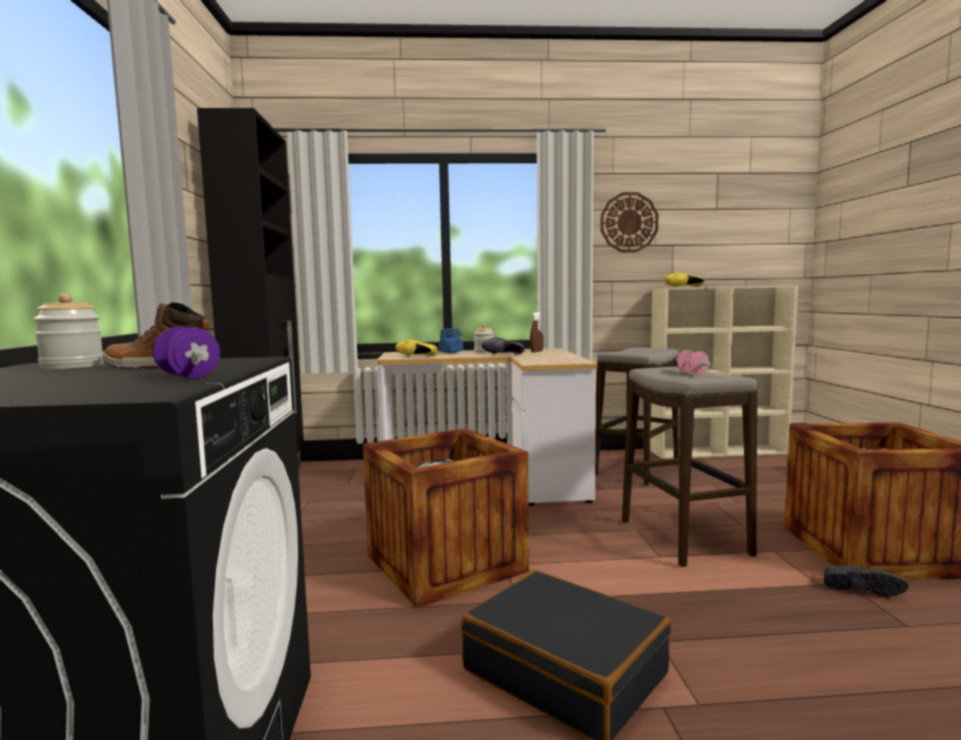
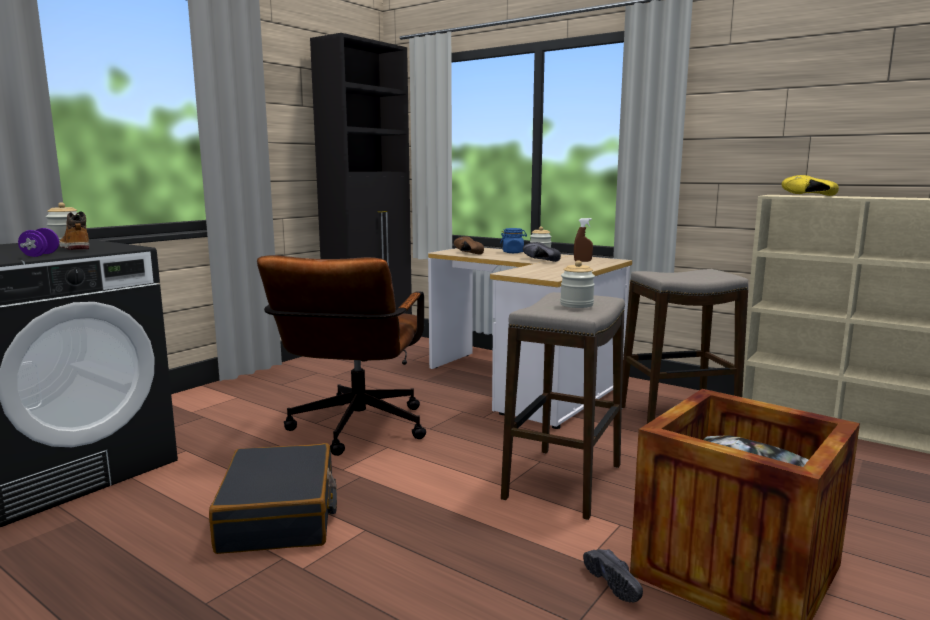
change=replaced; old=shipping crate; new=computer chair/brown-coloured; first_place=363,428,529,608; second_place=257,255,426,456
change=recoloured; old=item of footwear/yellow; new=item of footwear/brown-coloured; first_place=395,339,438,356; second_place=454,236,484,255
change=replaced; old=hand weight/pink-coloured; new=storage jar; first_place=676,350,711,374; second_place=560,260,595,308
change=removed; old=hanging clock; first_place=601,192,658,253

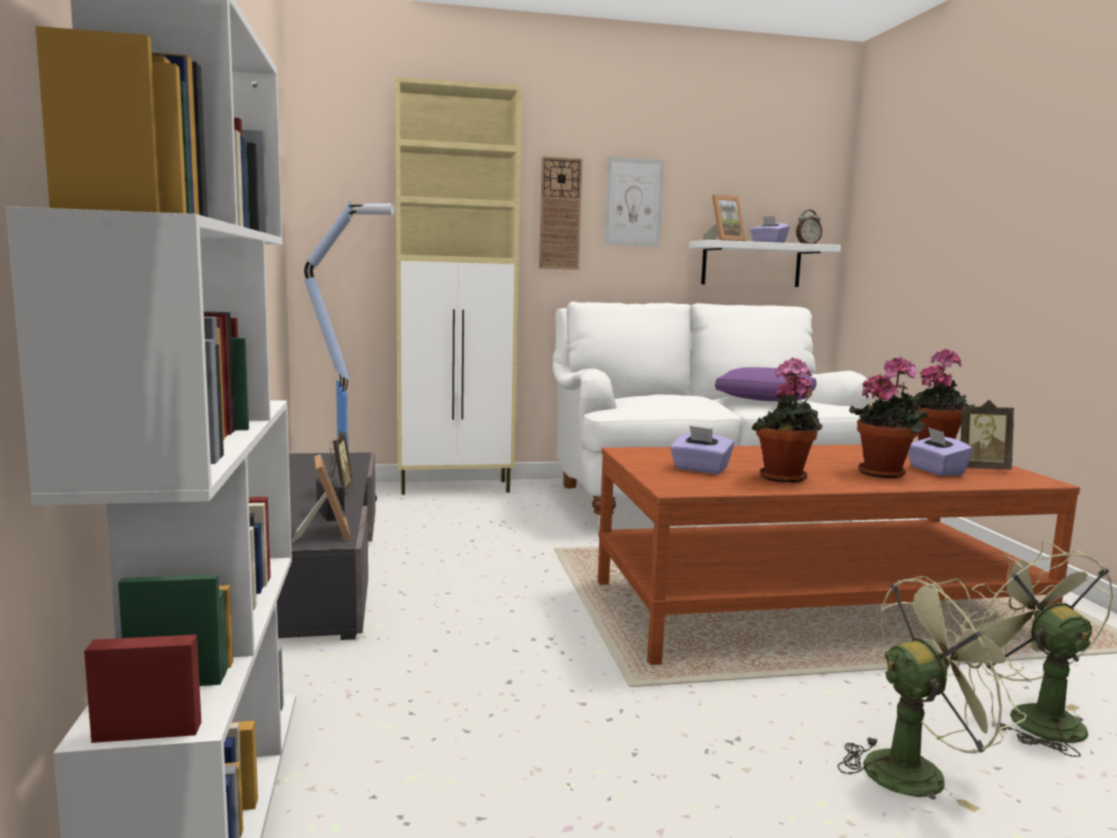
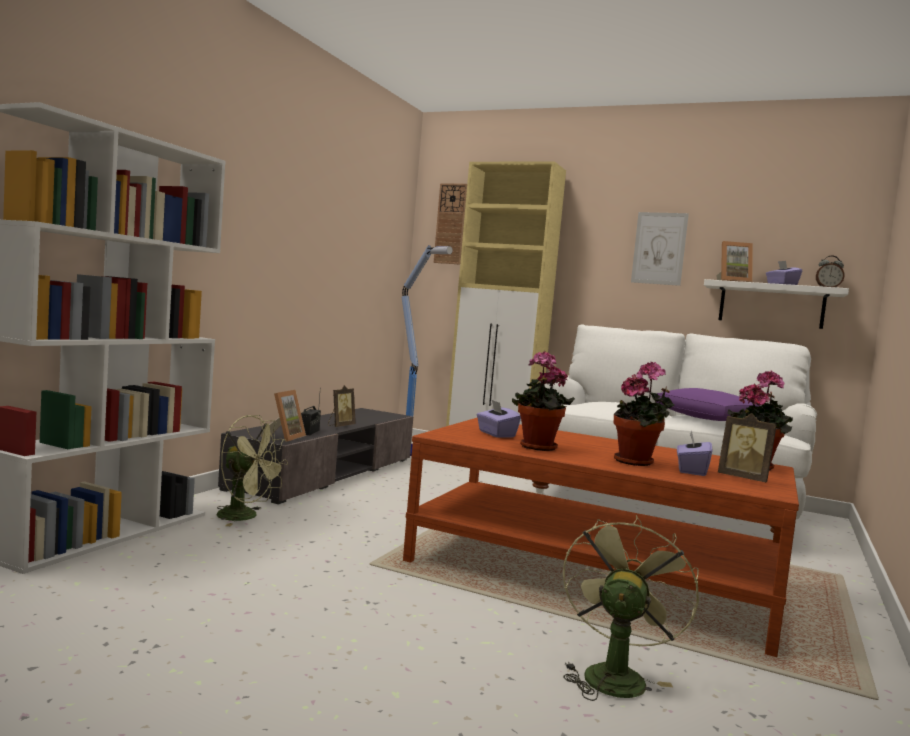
change=moved; old=cooling fan/greenish; first_place=837,576,1026,812; second_place=217,415,288,526
change=moved; old=hanging clock; first_place=539,156,583,270; second_place=434,183,467,264

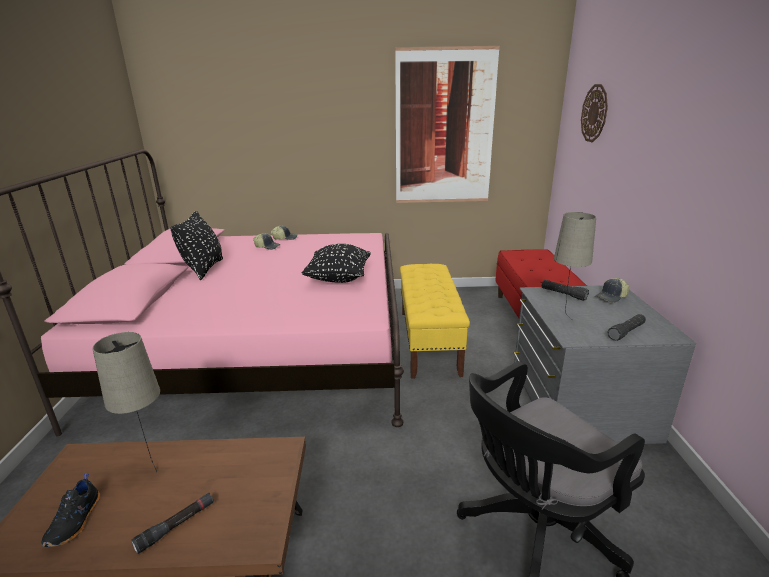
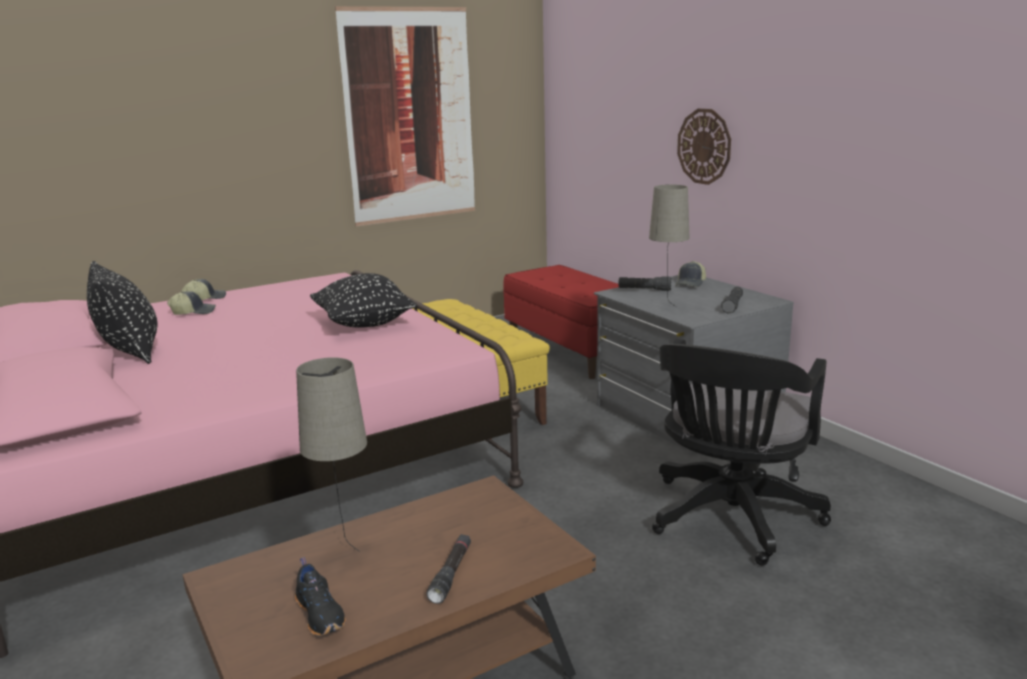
change=moved; old=hanging clock; first_place=581,84,608,142; second_place=677,109,731,185

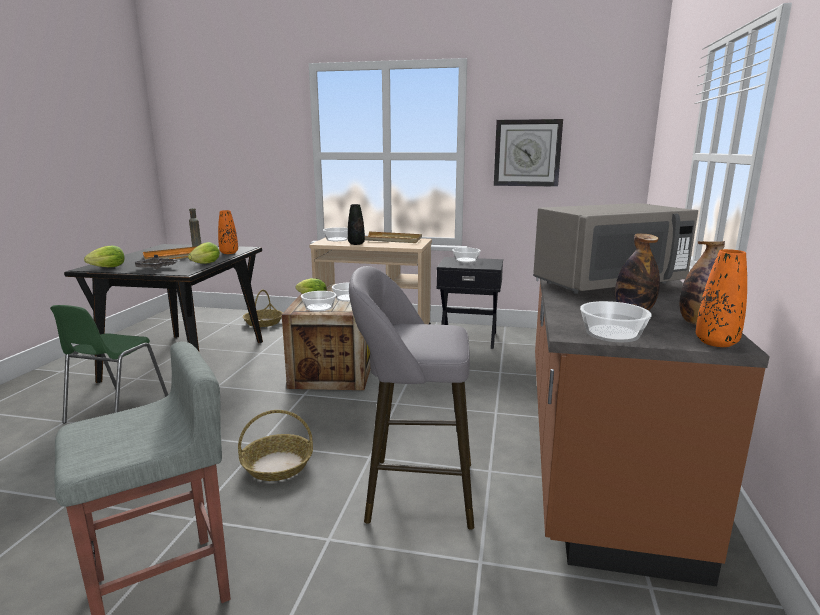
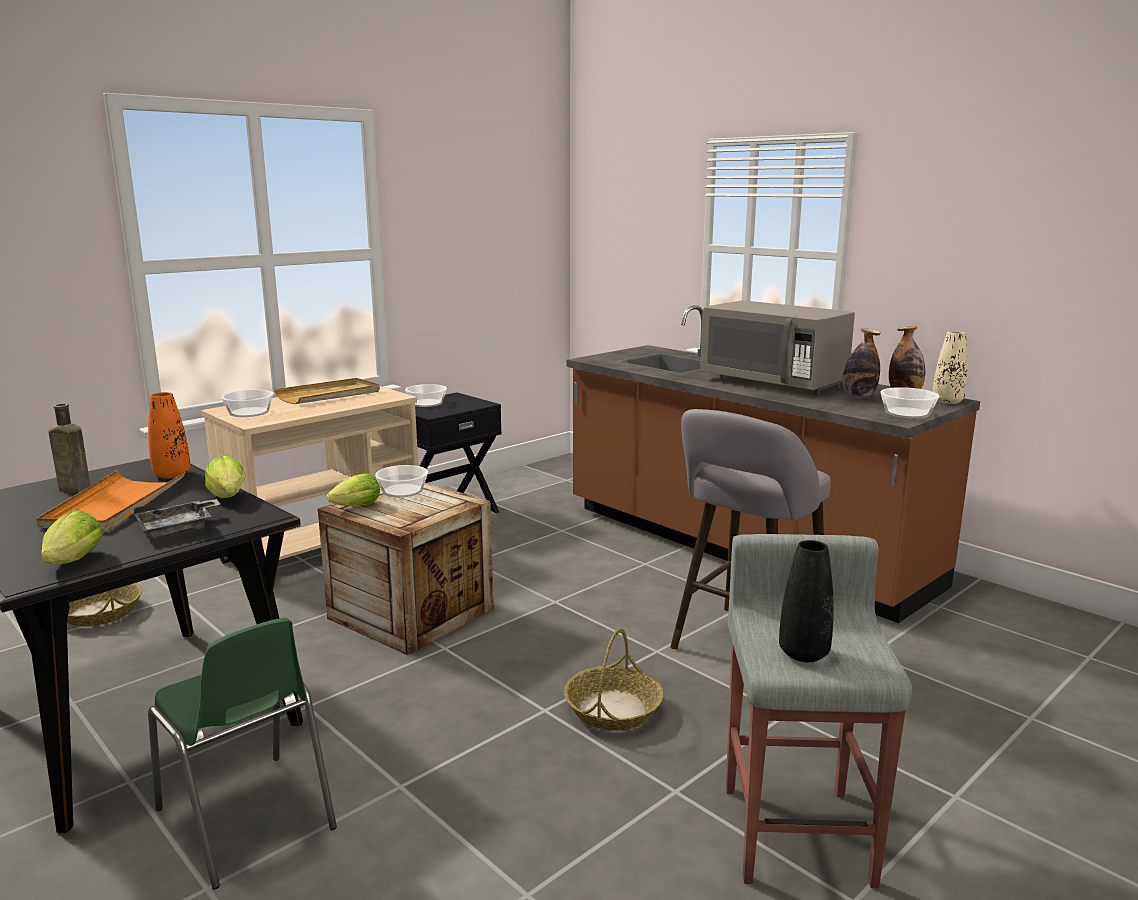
change=turned; old=kitchen microwave/grey; first_place=533,203,698,294; second_place=700,300,855,395; degrees=120
change=moved; old=vase/blackish; first_place=348,204,365,245; second_place=779,540,834,662
change=recoloured; old=vase/orange-coloured; new=vase/sand-coloured; first_place=696,249,747,347; second_place=933,331,968,404
change=removed; old=bowl; first_place=301,291,336,311
change=removed; old=hanging clock; first_place=494,119,563,187

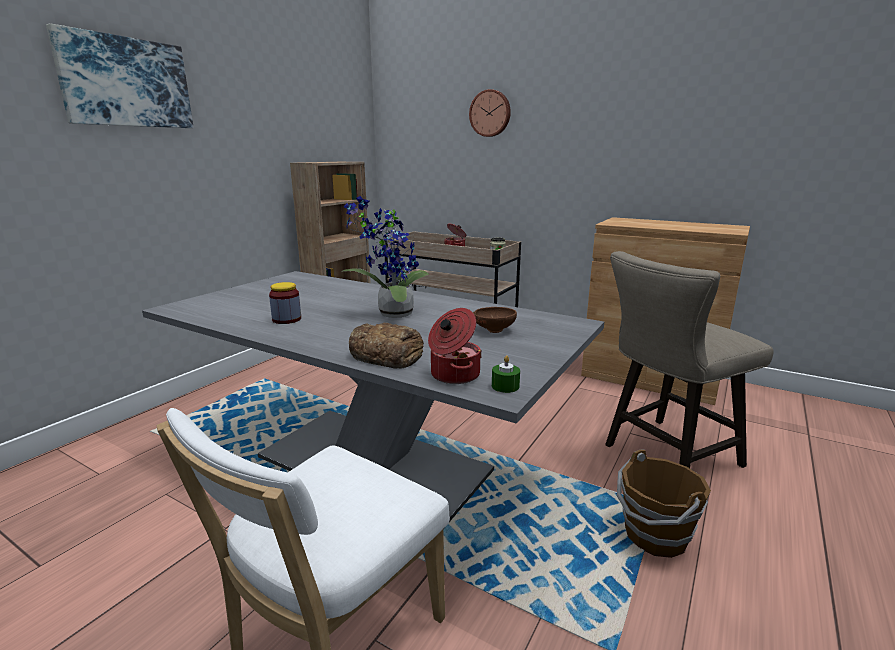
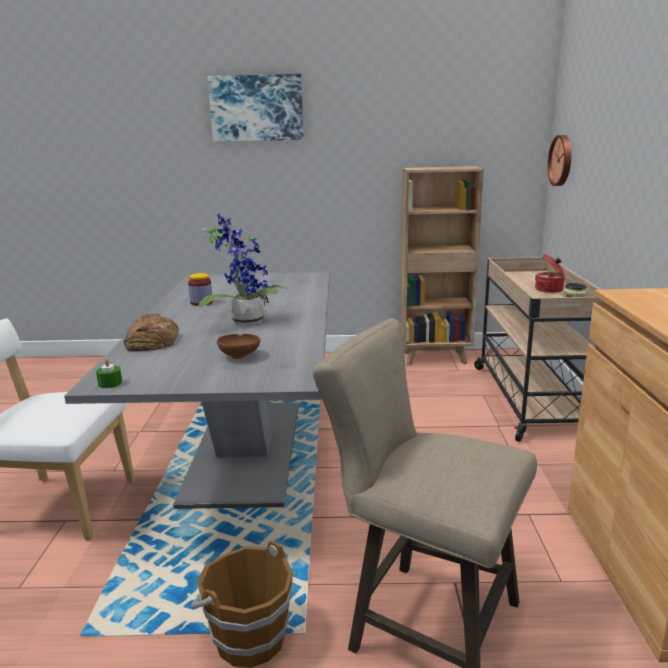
change=moved; old=hanging clock; first_place=469,89,511,137; second_place=548,135,571,186
change=removed; old=cooking pot; first_place=428,308,482,384

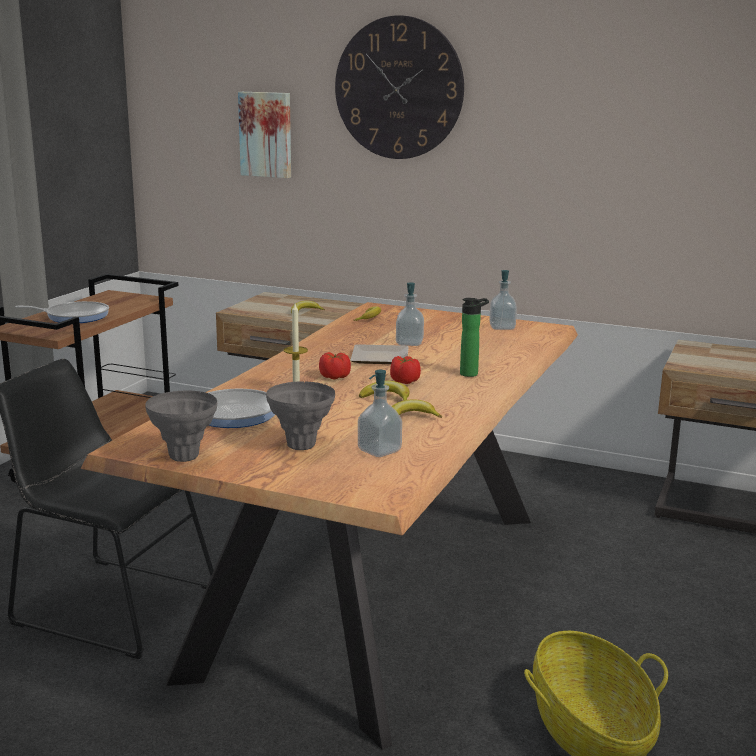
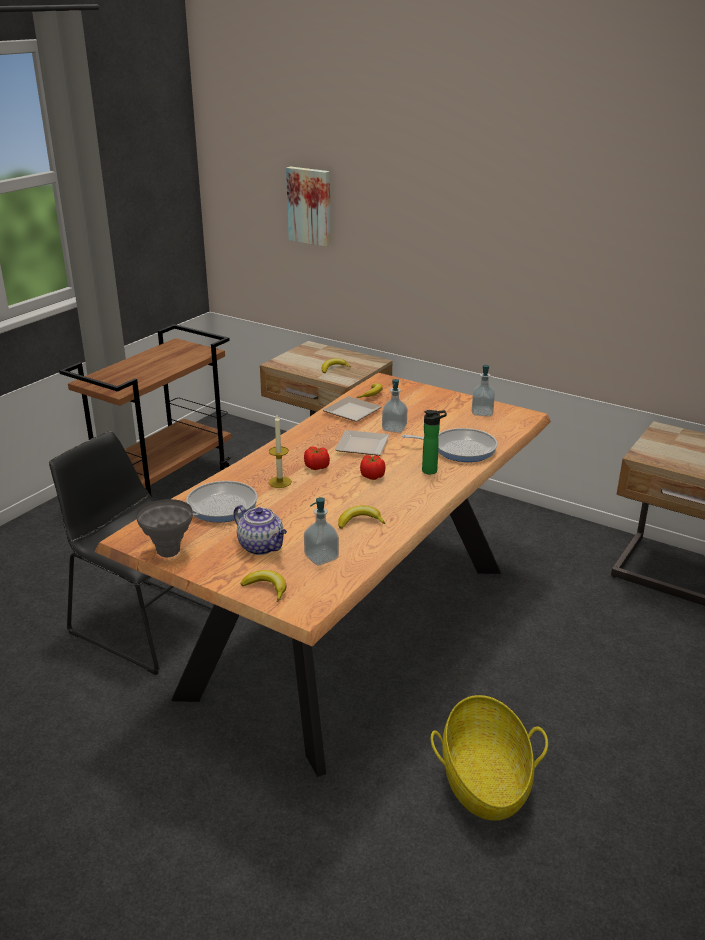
change=replaced; old=vase/grey; new=pot for tea; first_place=266,381,335,450; second_place=234,505,287,555
change=moved; old=banana; first_place=359,381,410,401; second_place=241,570,286,602
change=added; new=flat dish; second_place=323,396,382,422
change=moved; old=skillet; first_place=15,301,109,323; second_place=402,428,497,462
change=removed; old=hanging clock; first_place=335,15,464,159

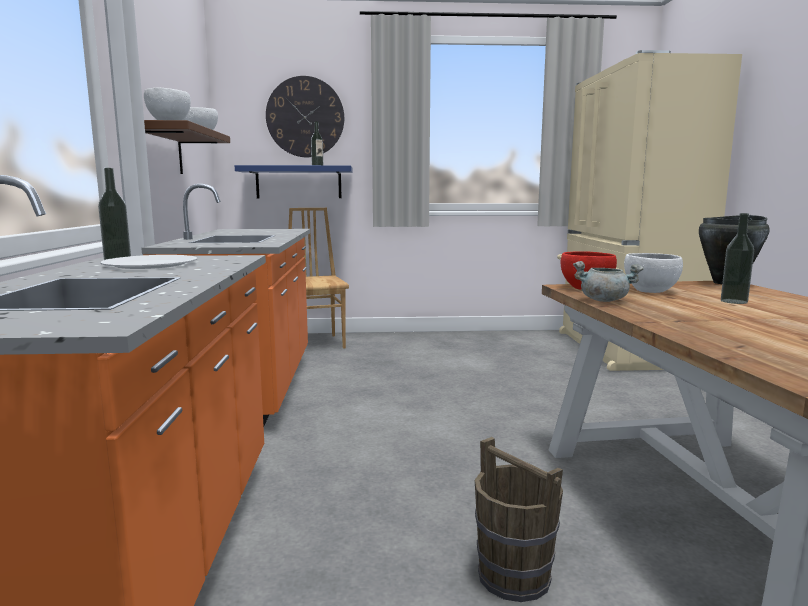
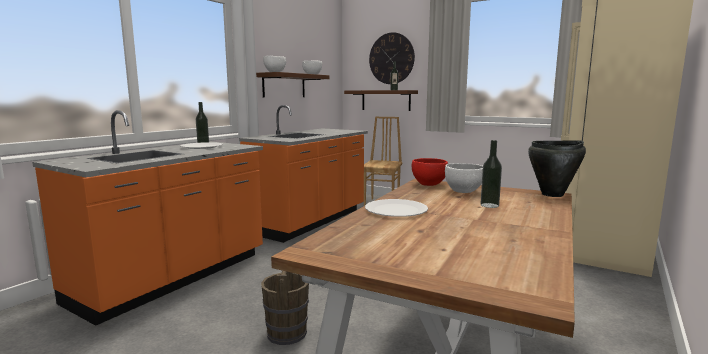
change=recoloured; old=bracket shelf/blue; new=bracket shelf/brown-coloured; first_place=235,165,352,198; second_place=344,90,418,111
change=added; new=flat dish/white-coloured; second_place=365,199,428,217
change=removed; old=cooking pot/grey; first_place=573,261,644,302

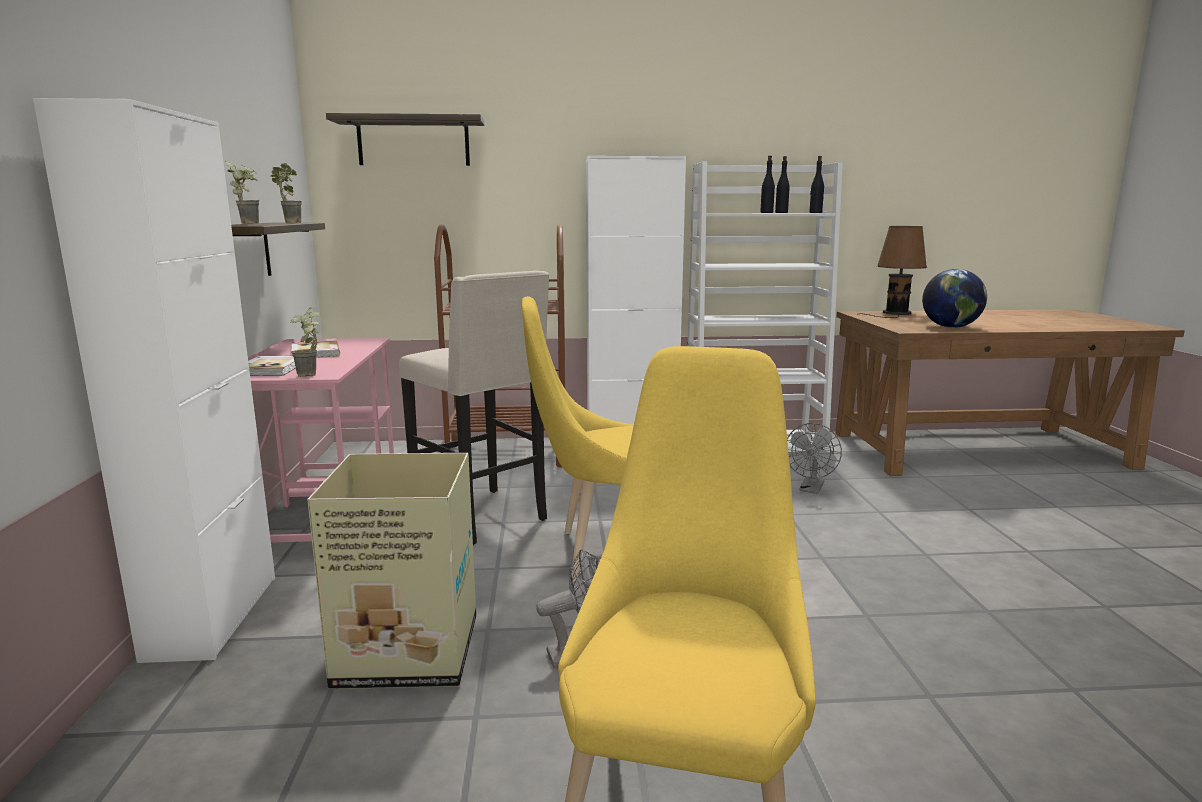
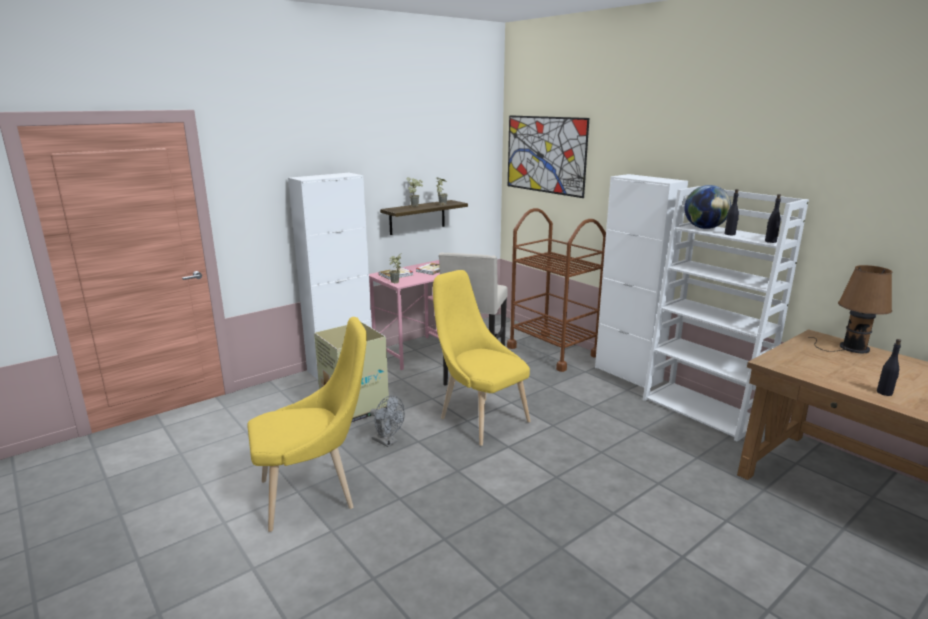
change=replaced; old=bracket shelf; new=wall art; first_place=326,113,485,166; second_place=508,115,589,198
change=moved; old=globe; first_place=922,269,987,328; second_place=684,185,731,229
change=moved; old=beverage bottle/blackish; first_place=775,156,790,213; second_place=877,339,901,396
change=removed; old=cooling fan/grey; first_place=787,423,842,494

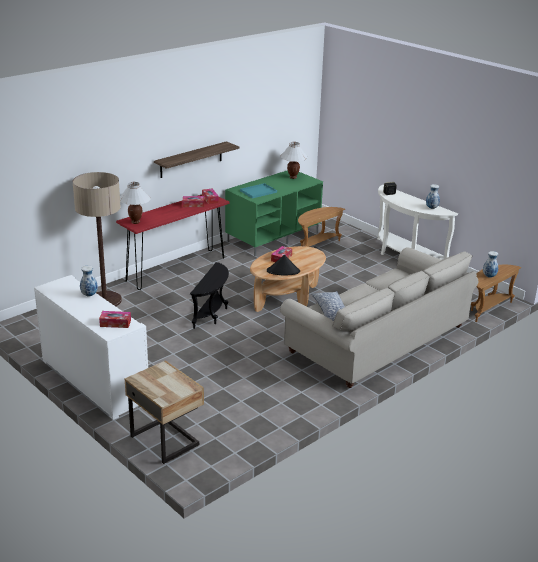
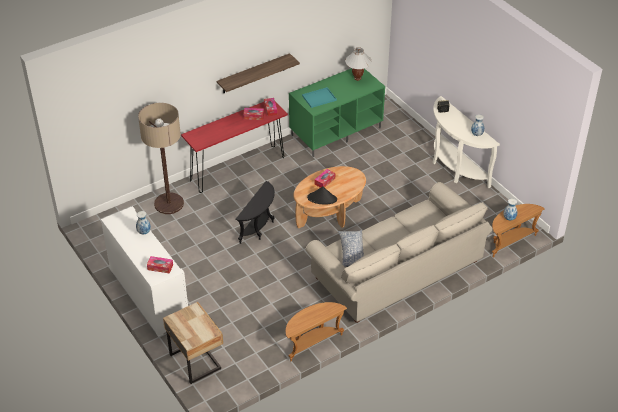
change=moved; old=end table/brown-coloured; first_place=298,207,345,247; second_place=286,302,347,361
change=removed; old=lamp for a table/white-coloured; first_place=120,182,151,224

